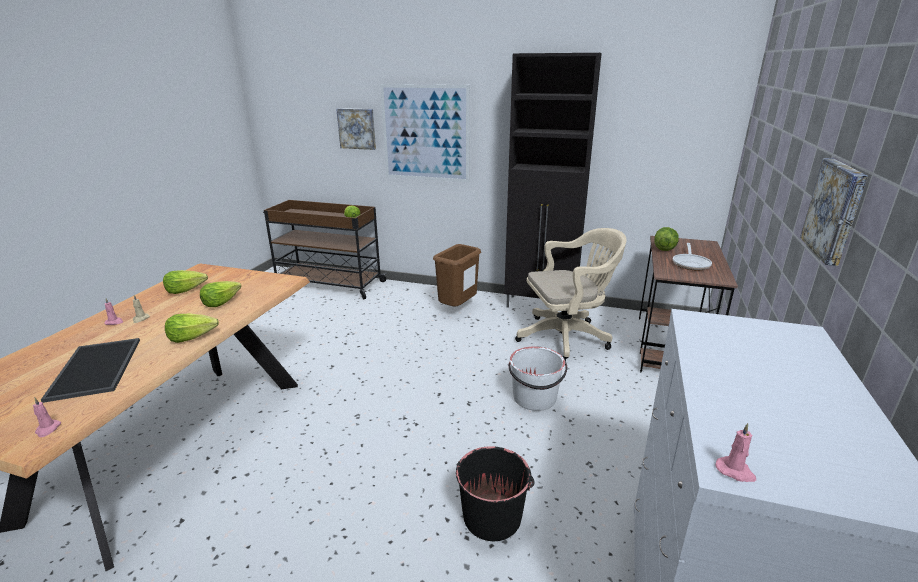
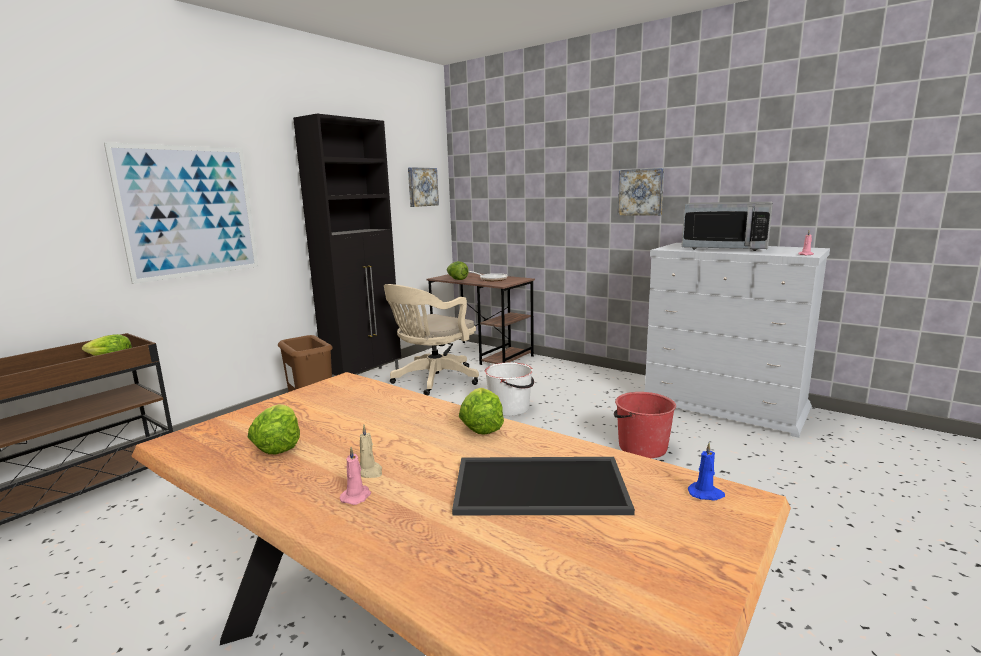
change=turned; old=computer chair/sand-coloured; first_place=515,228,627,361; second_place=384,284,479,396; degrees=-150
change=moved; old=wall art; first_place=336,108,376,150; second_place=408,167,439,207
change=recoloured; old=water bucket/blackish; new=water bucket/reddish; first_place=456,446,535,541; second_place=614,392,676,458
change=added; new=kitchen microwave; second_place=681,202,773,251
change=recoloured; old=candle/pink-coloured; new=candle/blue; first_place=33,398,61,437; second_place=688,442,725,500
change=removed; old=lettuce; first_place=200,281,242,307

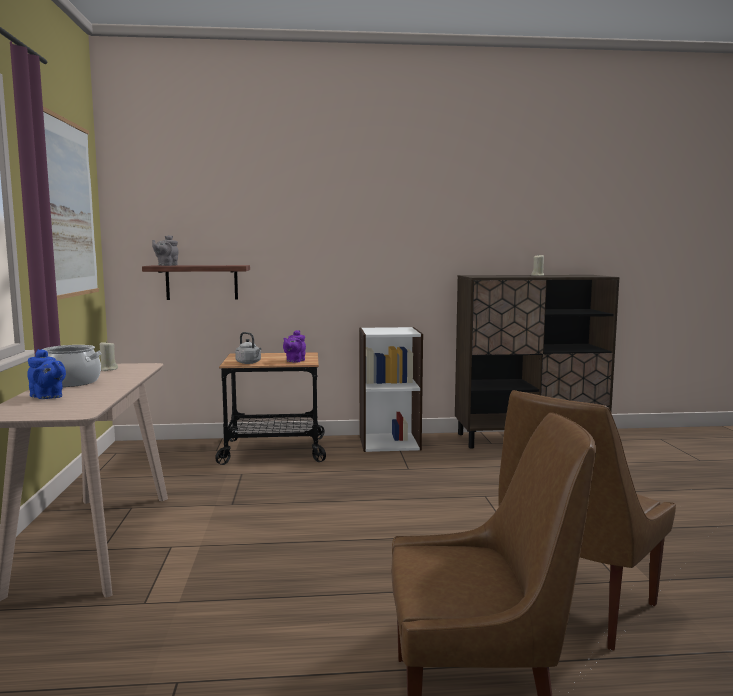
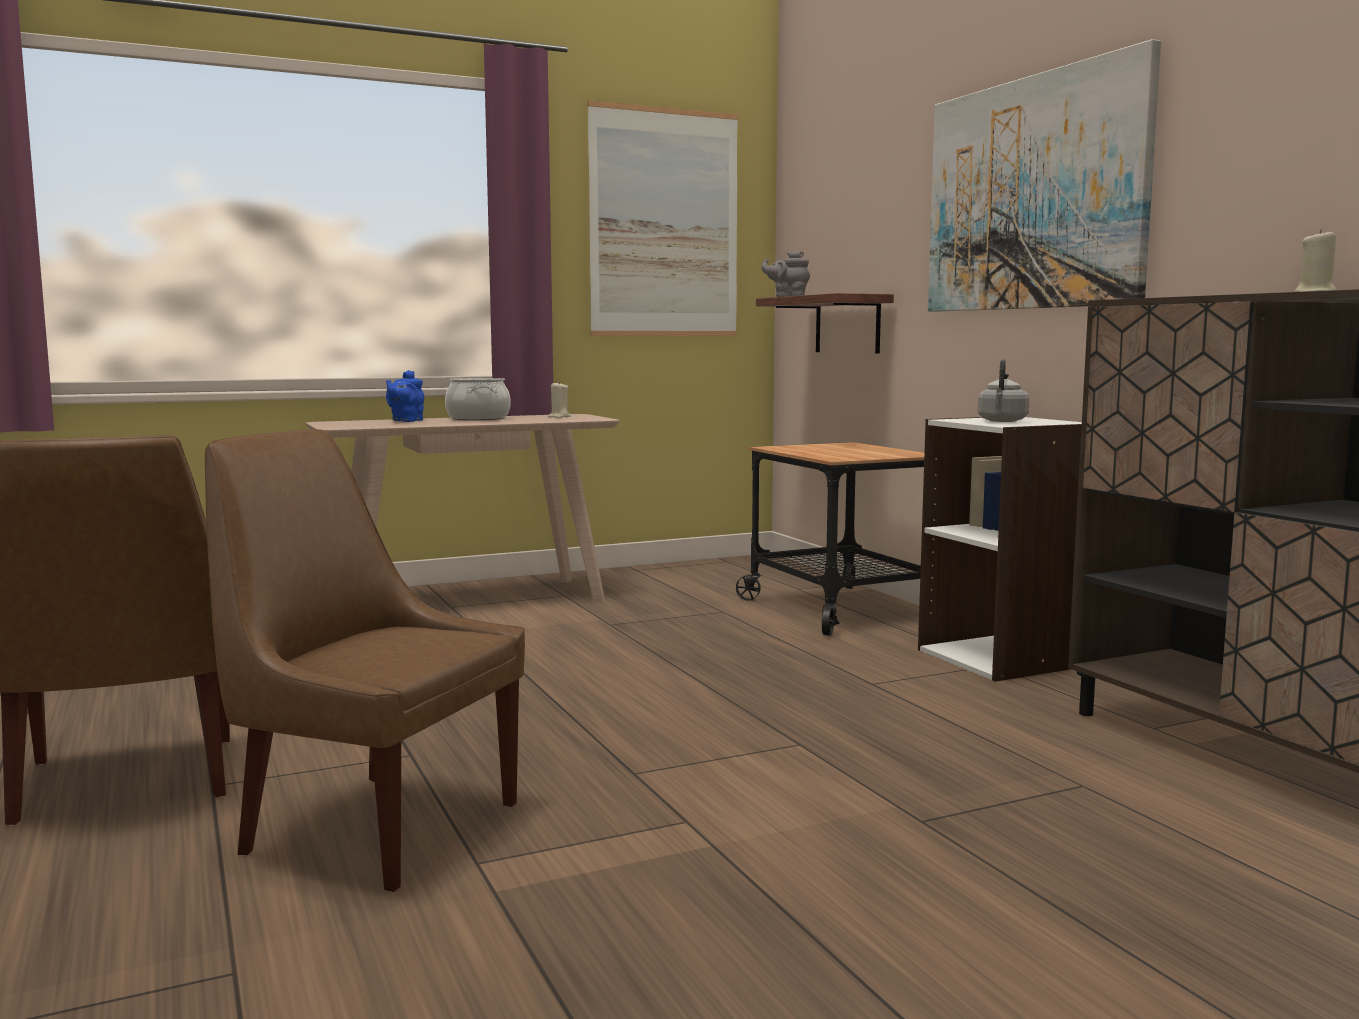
change=added; new=wall art; second_place=928,39,1161,312
change=moved; old=kettle/grey; first_place=235,332,261,364; second_place=978,359,1030,422
change=removed; old=pot for tea/purplish; first_place=283,330,306,363

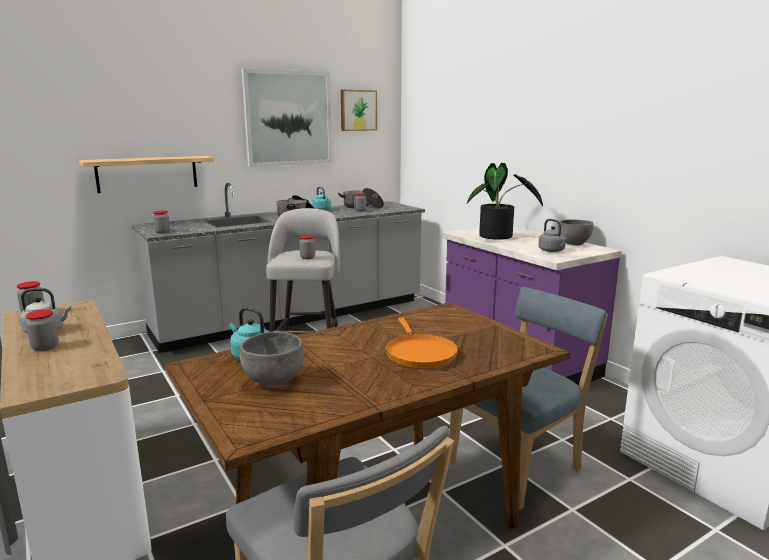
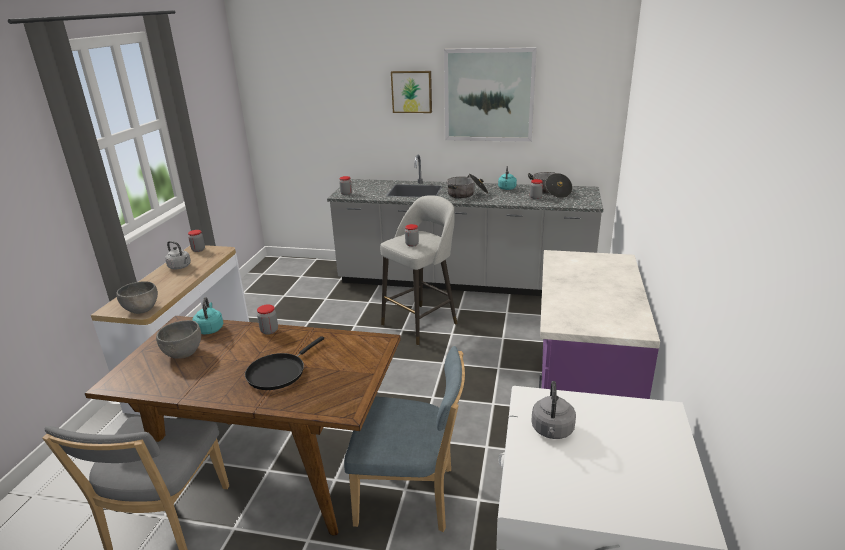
change=moved; old=bowl/grey; first_place=558,219,594,245; second_place=116,282,158,314
change=recoloured; old=skillet/orange-coloured; new=skillet/blackish; first_place=385,318,458,368; second_place=245,336,324,390
change=moved; old=storage jar; first_place=26,310,59,351; second_place=257,304,278,335
change=moved; old=wall art; first_place=341,90,377,131; second_place=391,71,432,113
change=moved; old=kettle/grey; first_place=538,219,569,252; second_place=531,381,576,439
change=removed; old=bracket shelf; first_place=79,156,214,193
change=removed; old=houseplant; first_place=467,163,543,240

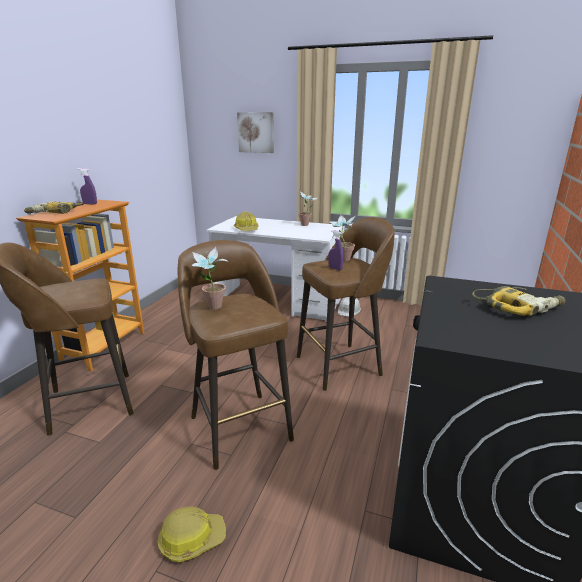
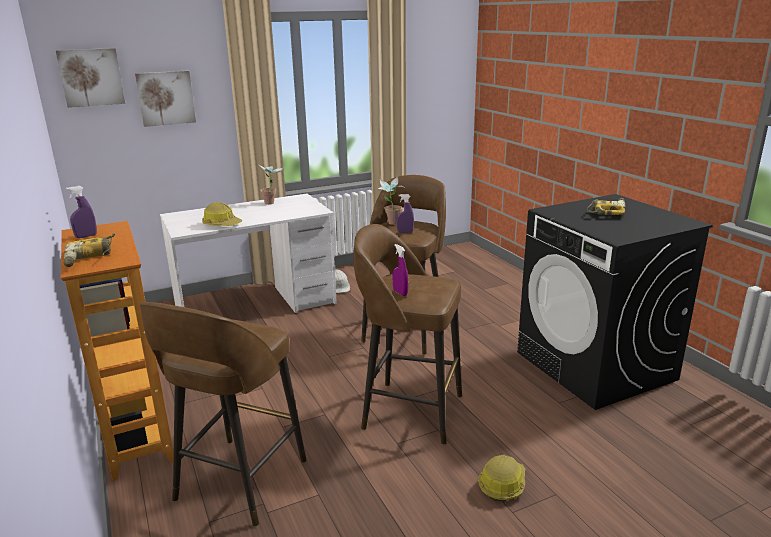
change=added; new=wall art; second_place=56,48,125,108
change=replaced; old=houseplant; new=hand sprayer/purplish; first_place=191,247,228,309; second_place=392,244,408,296

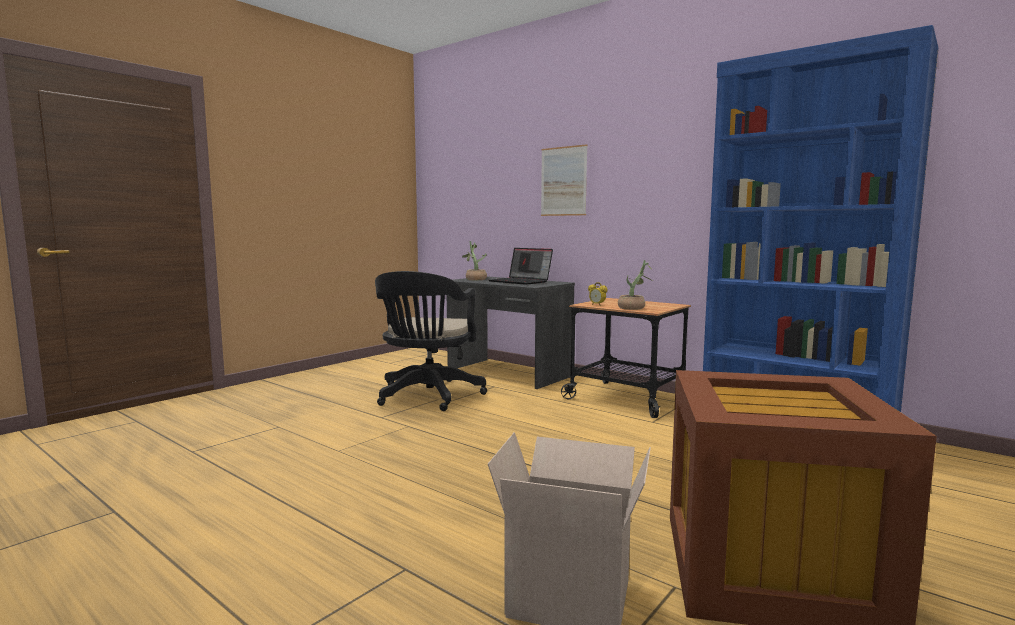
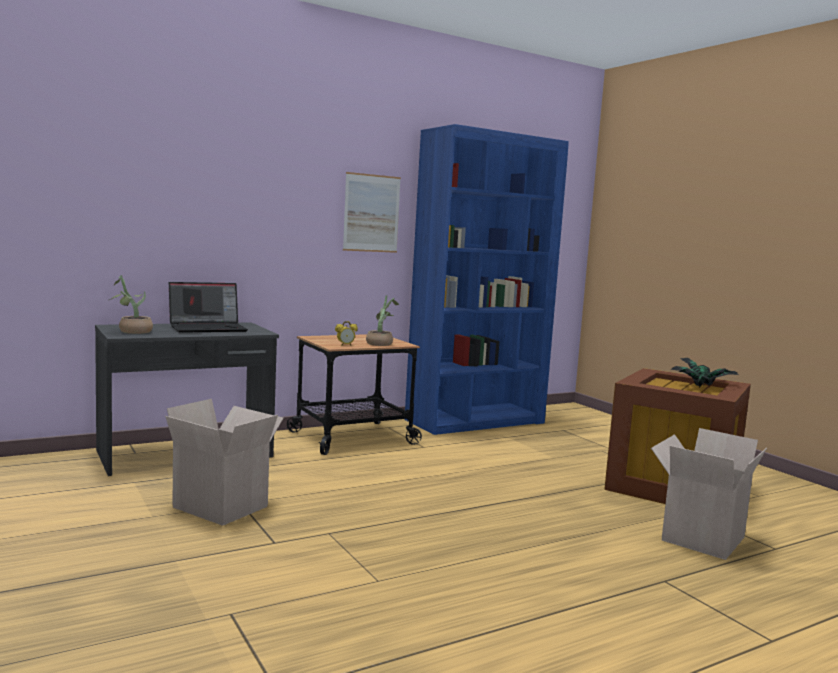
change=replaced; old=computer chair/blackish; new=packing box; first_place=375,271,487,411; second_place=165,399,283,526
change=moved; old=wall art; first_place=541,144,588,216; second_place=343,172,401,253
change=added; new=houseplant; second_place=671,358,739,388

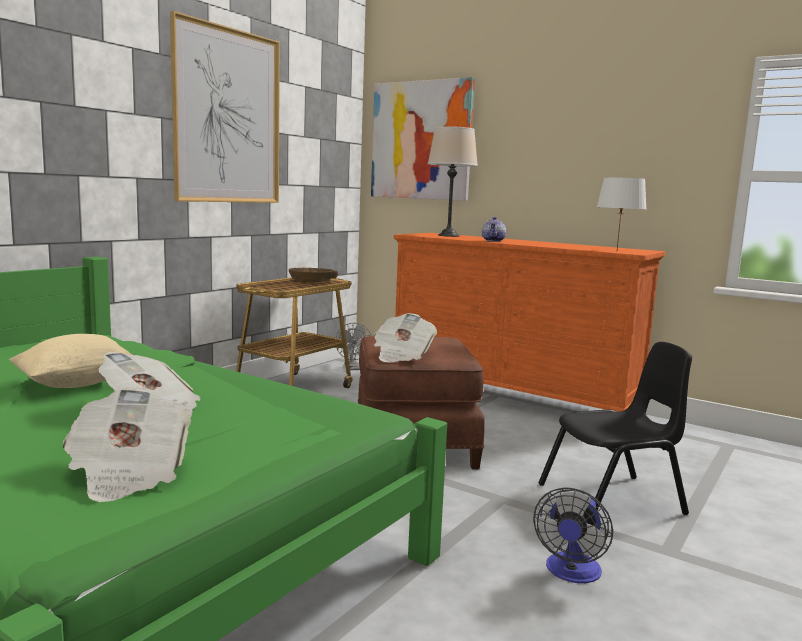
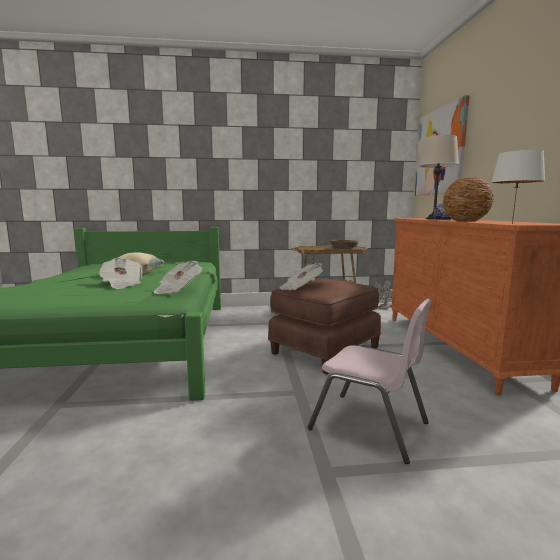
change=moved; old=printed paper; first_place=63,388,191,502; second_place=154,261,202,294
change=recoloured; old=plain chair/blackish; new=plain chair/pink-coloured; first_place=538,342,692,515; second_place=307,299,432,464
change=added; new=vase; second_place=443,178,494,221
change=removed; old=wall art; first_place=170,11,280,203
change=removed; old=cooling fan; first_place=533,487,613,583

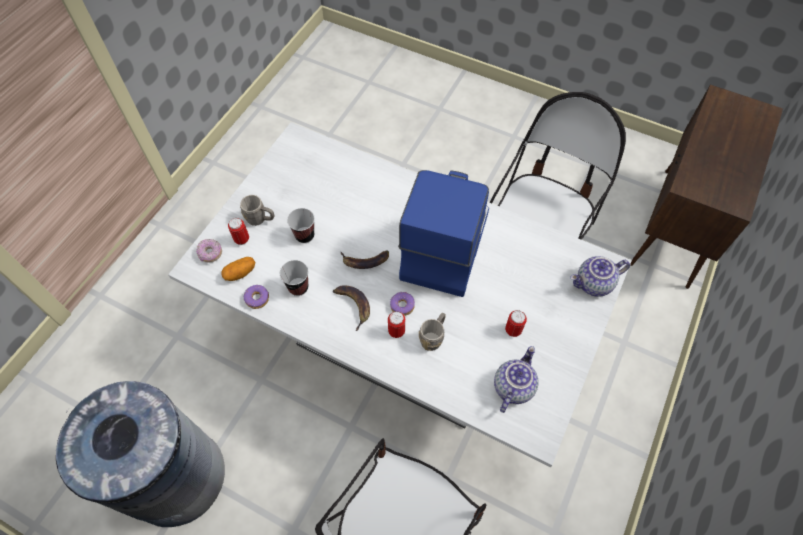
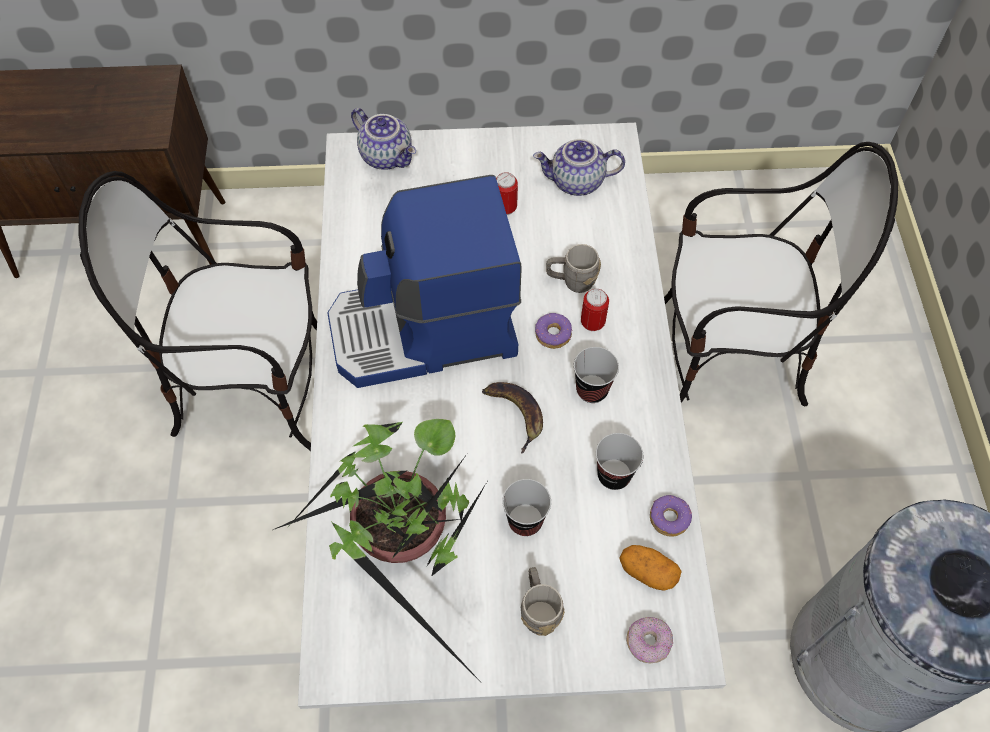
change=added; new=houseplant; second_place=273,419,487,680
change=replaced; old=banana; new=cup; first_place=333,285,370,331; second_place=574,347,619,403
change=removed; old=metal can; first_place=228,218,249,245

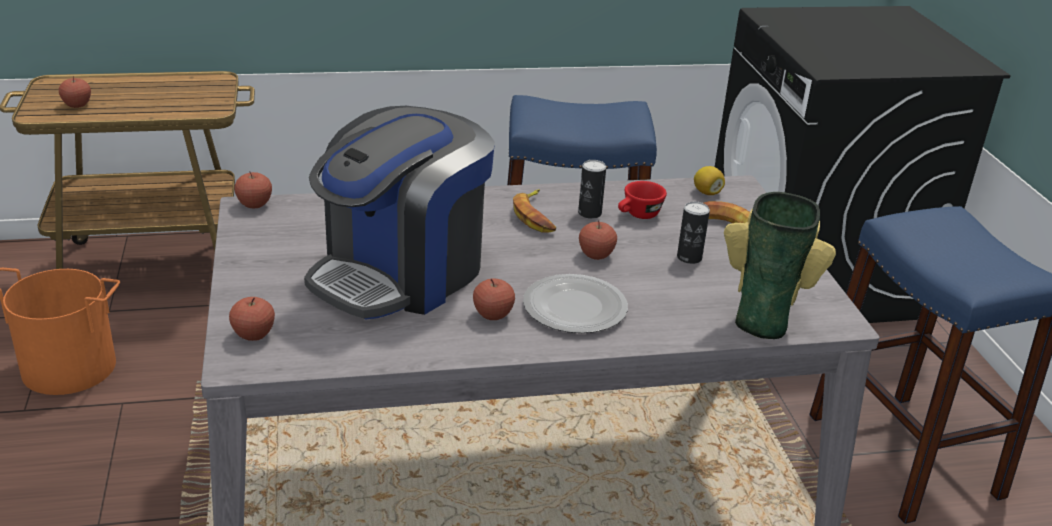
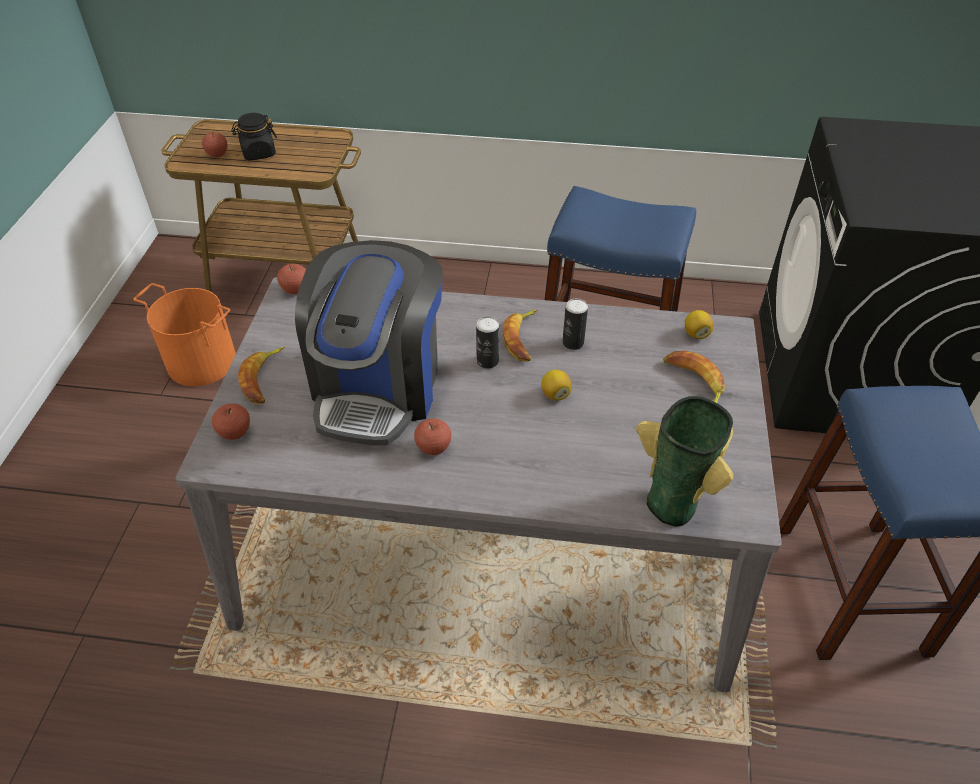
change=added; new=storage jar/blackish; second_place=231,113,277,160
change=added; new=banana; second_place=238,347,285,404
change=turned; old=coffee machine; first_place=304,106,495,319; second_place=295,240,442,445; degrees=-45
change=moved; old=metal can; first_place=677,202,710,264; second_place=476,316,499,369
change=replaced; old=whole apple; new=citrus fruit; first_place=579,220,617,260; second_place=541,370,572,401
change=removed; old=flat dish; first_place=523,274,628,333
change=removed; old=cup/reddish; first_place=618,181,667,219

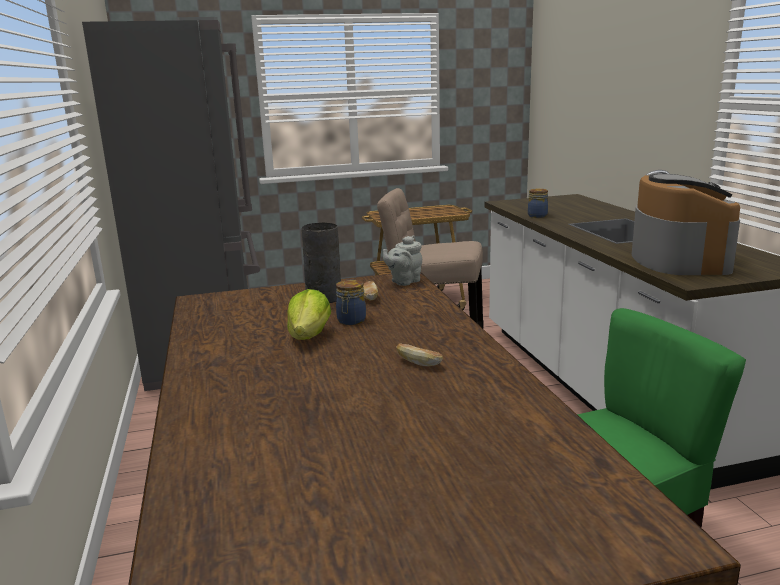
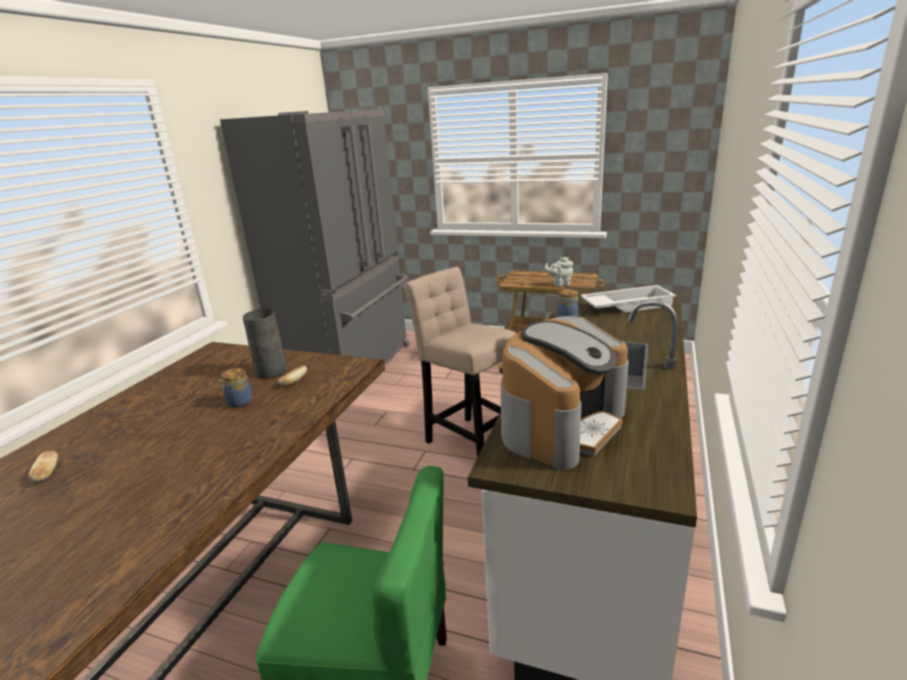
change=moved; old=baked bread; first_place=396,344,443,366; second_place=29,451,58,482
change=moved; old=pot for tea/grey; first_place=383,235,422,286; second_place=545,257,573,287
change=added; new=tray/white-coloured; second_place=580,285,676,312
change=removed; old=lettuce; first_place=287,289,331,340

